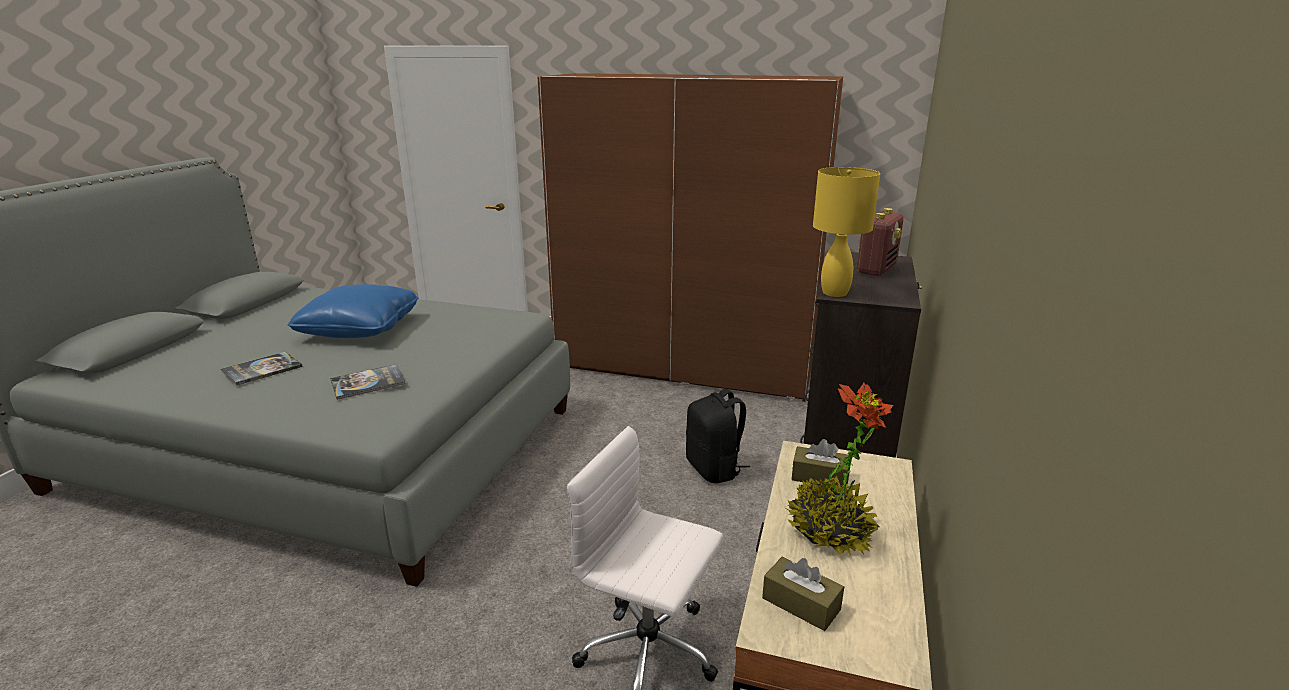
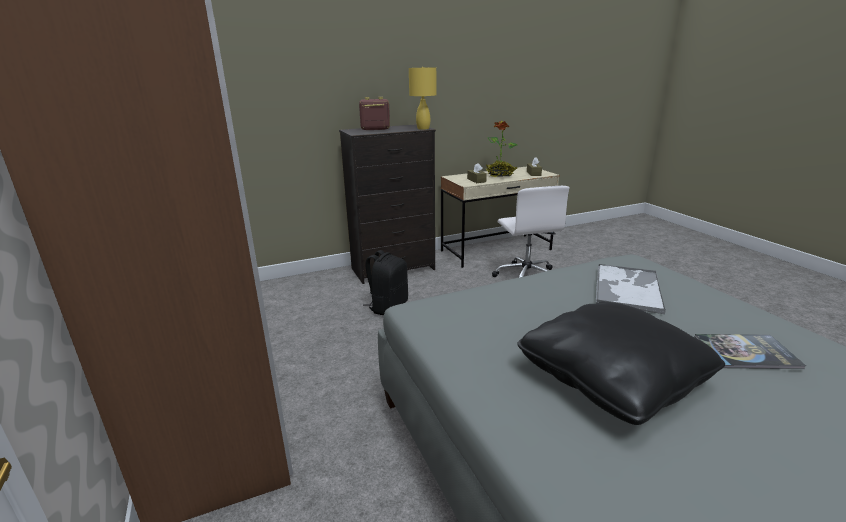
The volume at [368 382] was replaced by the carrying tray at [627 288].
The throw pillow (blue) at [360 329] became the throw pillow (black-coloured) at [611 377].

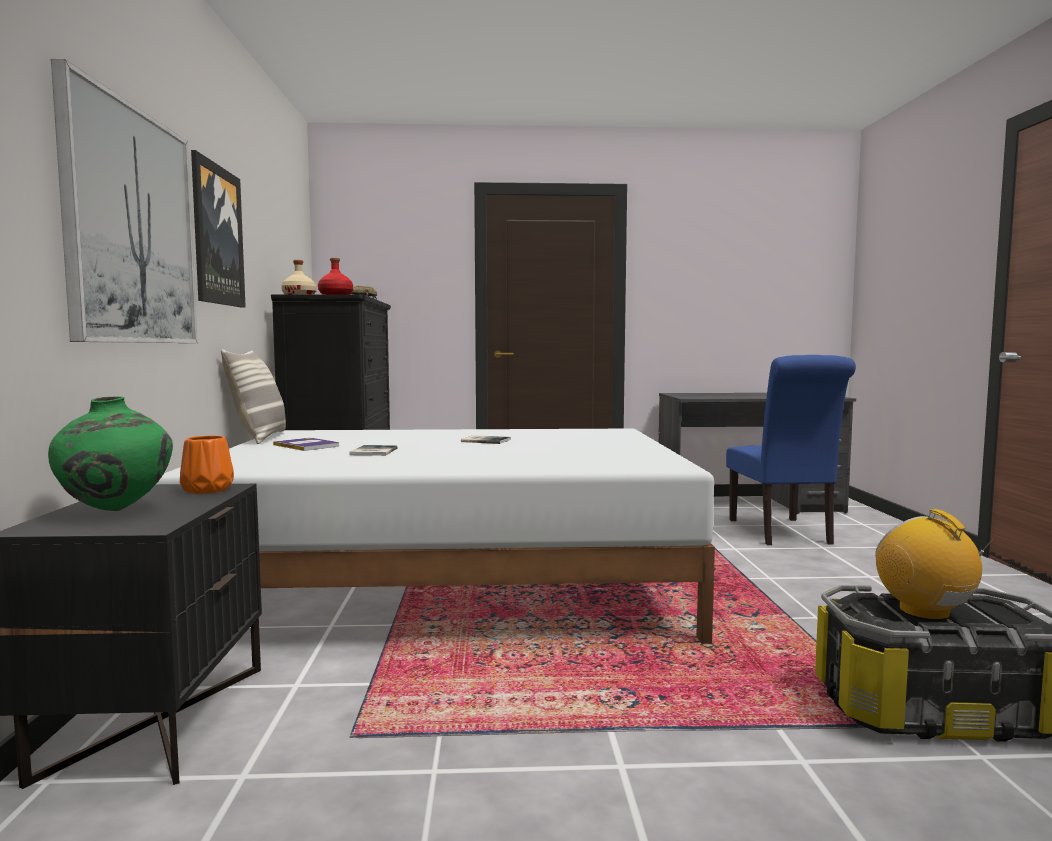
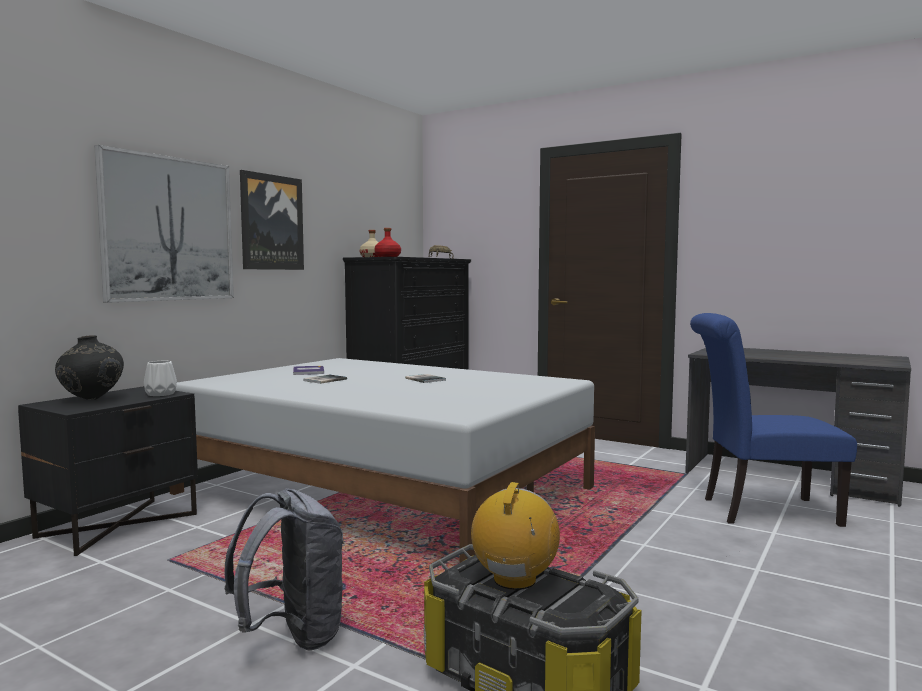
The throw pillow at [260 438] disappeared.
The rucksack (grey) at [292 636] appeared.
The vase (green) at [117 511] became the vase (black-coloured) at [92 400].
The vase (orange-coloured) at [206 490] became the vase (whitish) at [160 394].
The chair (blue) at [782 533] turned 60 degrees clockwise.

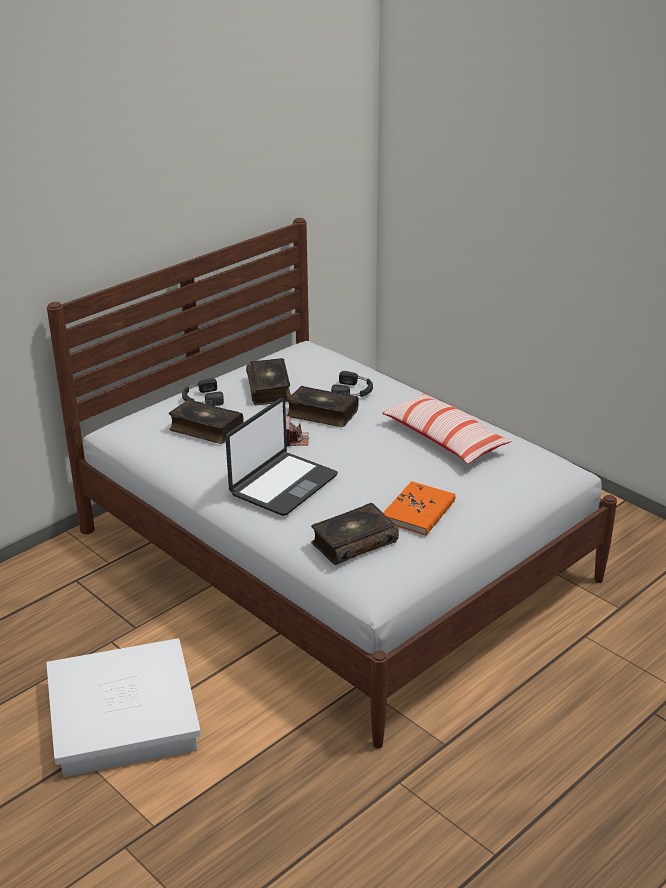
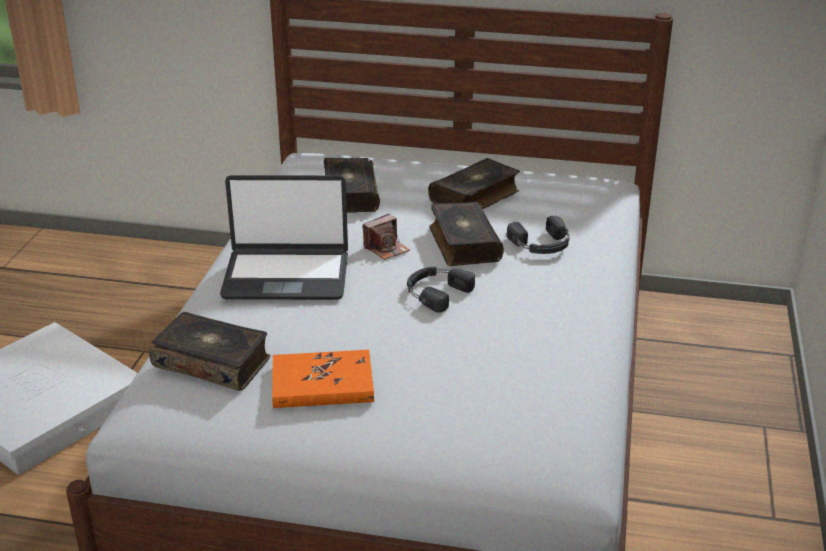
The throw pillow at [444 439] disappeared.
The pair of headphones (black-coloured) moved from [201 399] to [435 292].

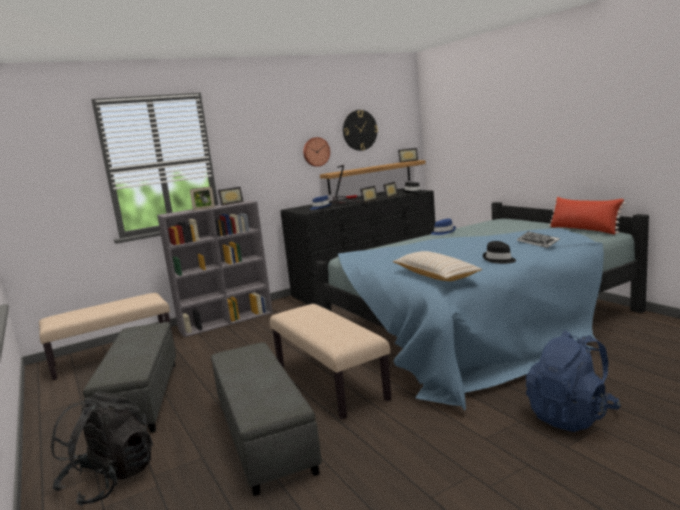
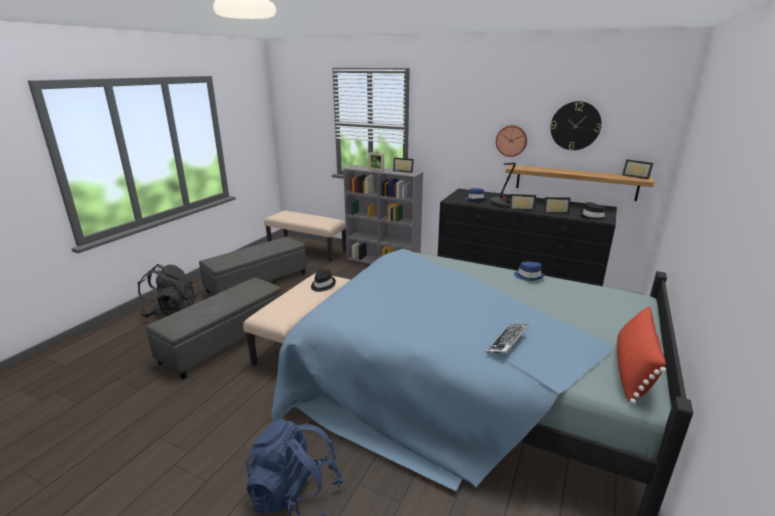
The throw pillow (sand-coloured) at [435 275] disappeared.
The clothing hat (black-coloured) moved from [499 259] to [322 285].

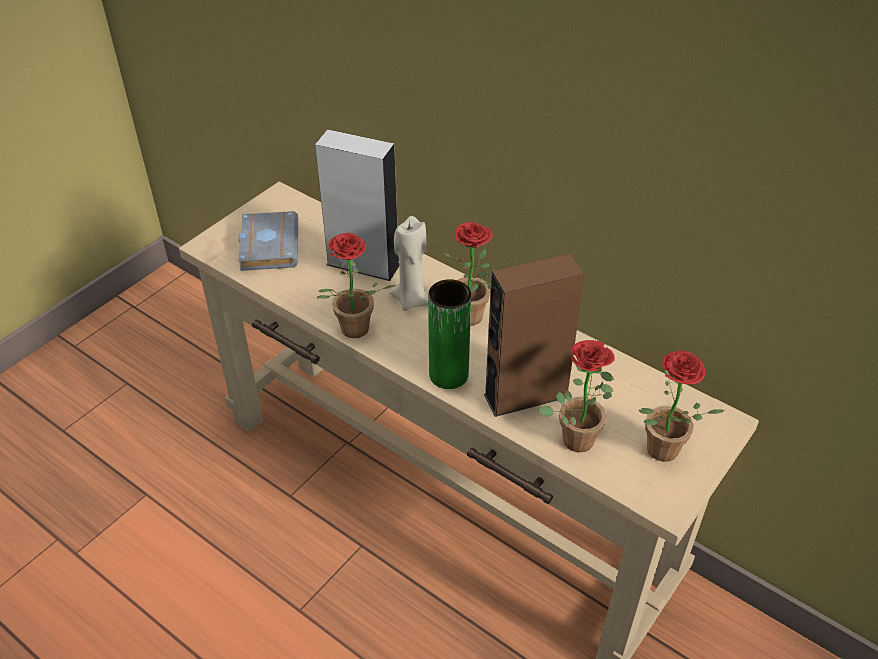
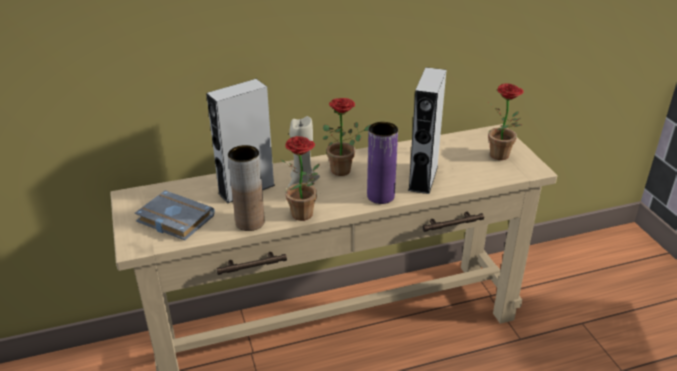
The plant in a pot at [577 434] disappeared.
The vase (brown) at [250 222] appeared.
The vase (green) at [448 375] became the vase (purplish) at [380 196].
The audio speaker (brown) at [526 395] became the audio speaker (grey) at [423 178].

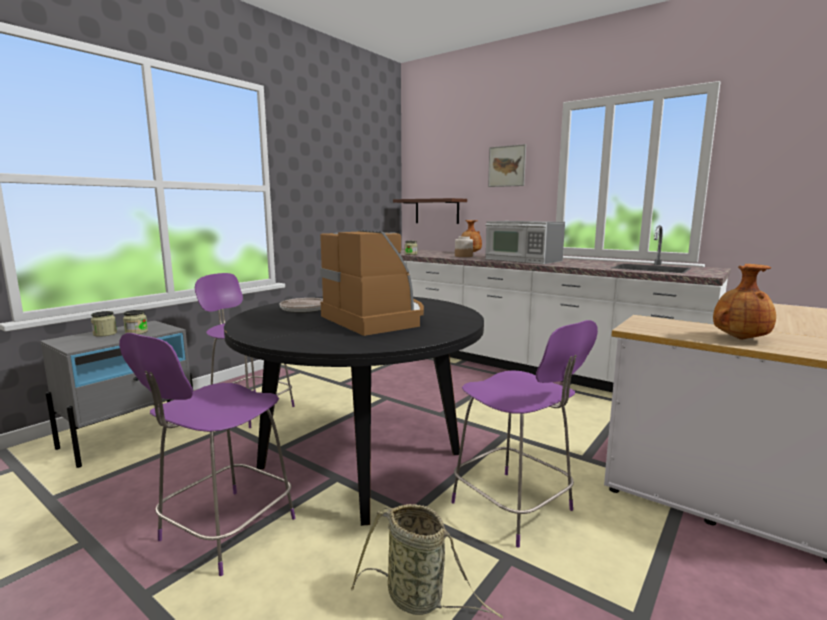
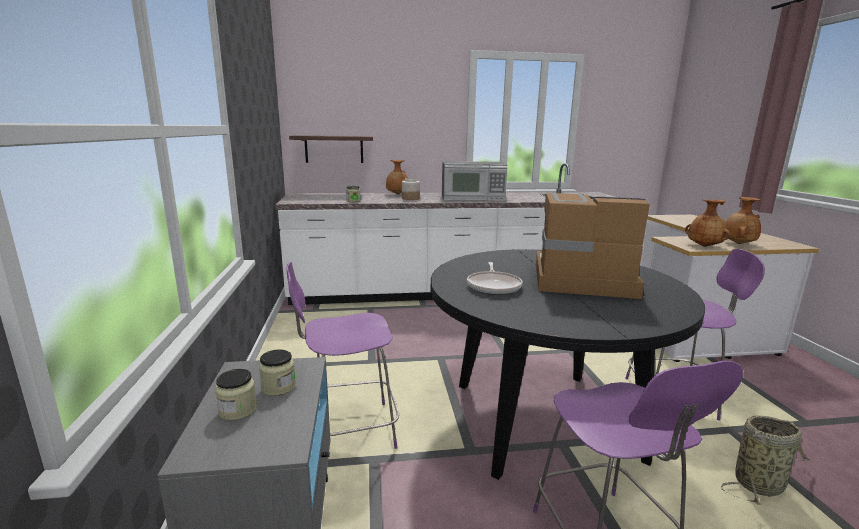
The picture at [507 166] disappeared.
The vase (brown) at [704 246] appeared.

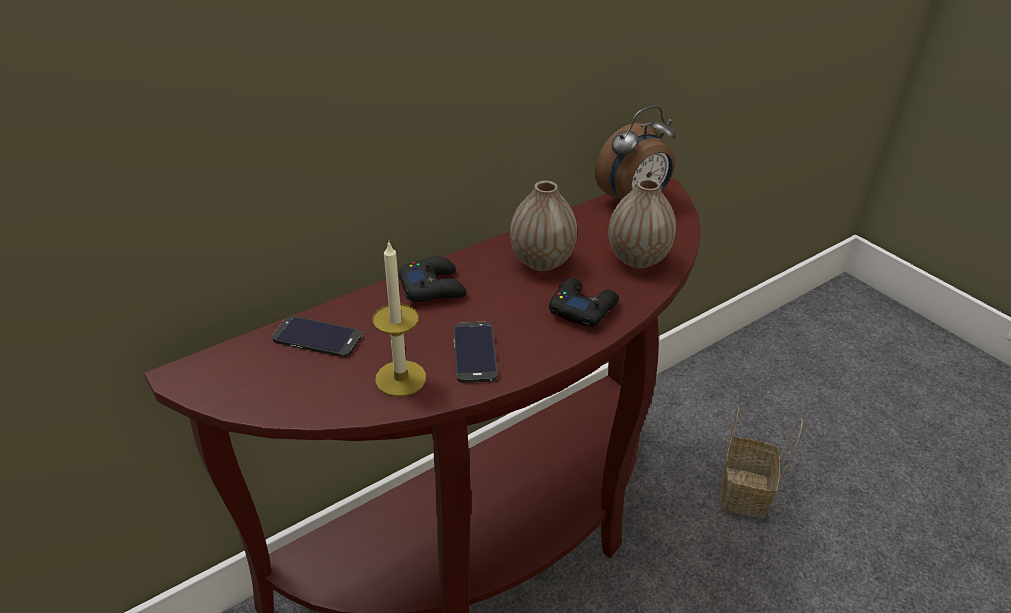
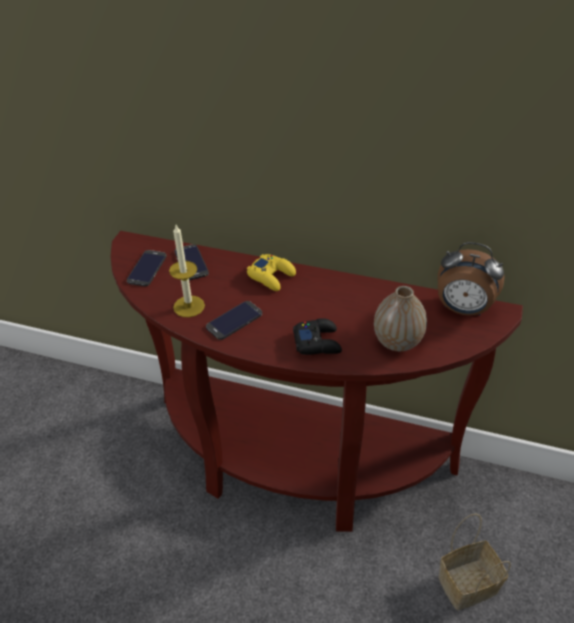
The vase at [541 261] disappeared.
The telephone at [147 268] appeared.
The game controller (black-coloured) at [433 287] became the game controller (yellow) at [271 276].

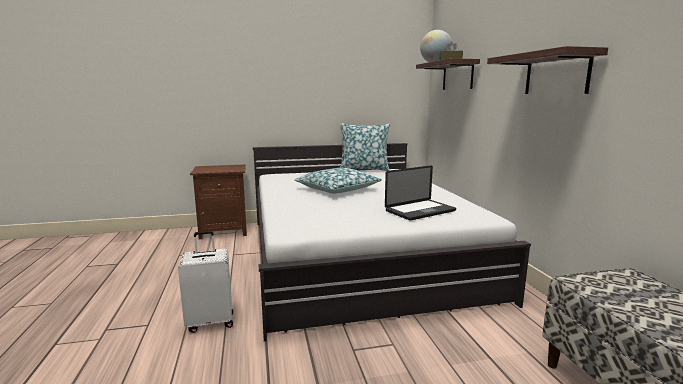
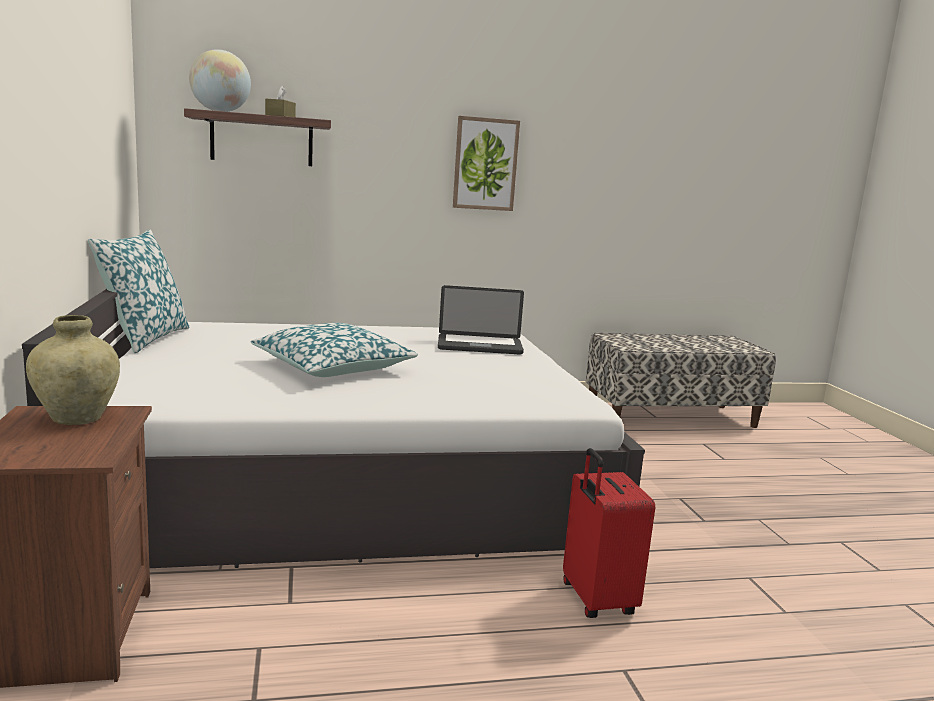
The vase (sand-coloured) at [77 418] appeared.
The wall shelf at [556 74] was replaced by the picture at [485 164].
The piece of luggage (whitish) at [210 322] became the piece of luggage (reddish) at [595 600].
The portable computer at [420 211] turned 120 degrees clockwise.

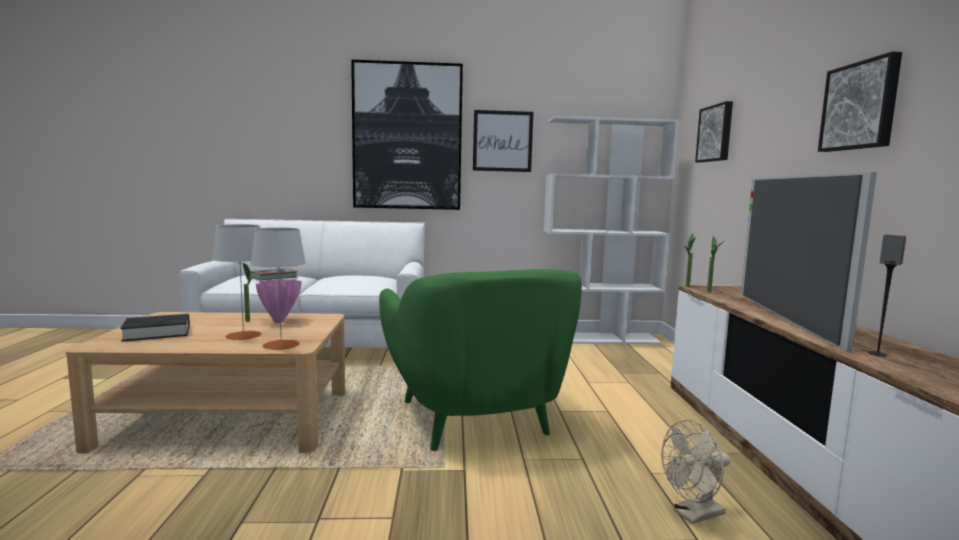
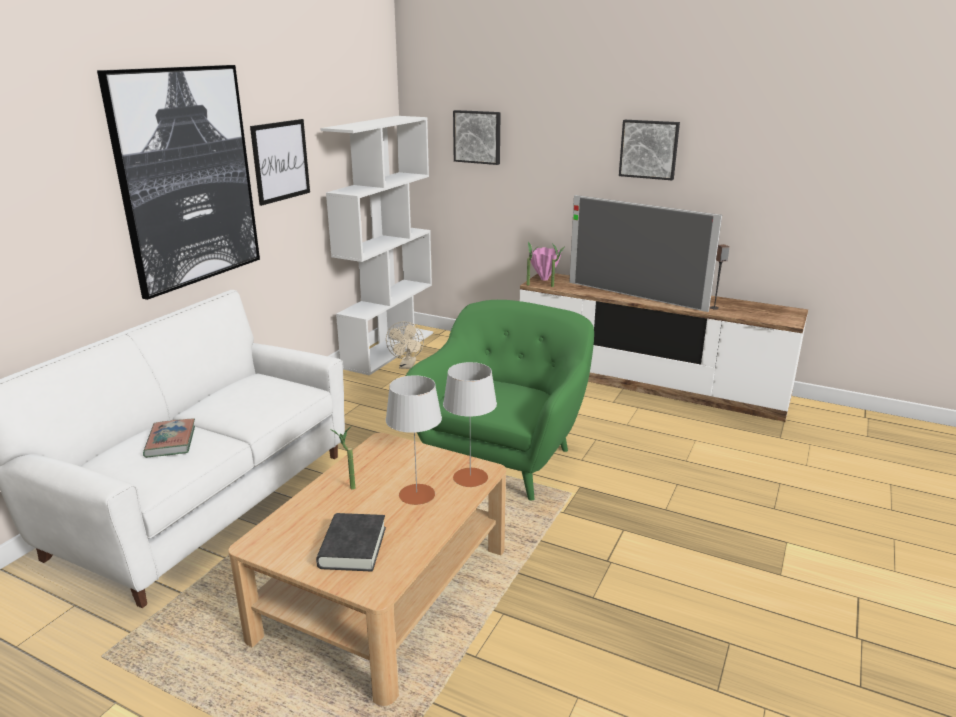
The vase (pinkish) moved from [279 322] to [545 279].
The fan (sand-coloured) moved from [693 515] to [407 366].
The easy chair (green) at [474 420] turned 75 degrees counterclockwise.

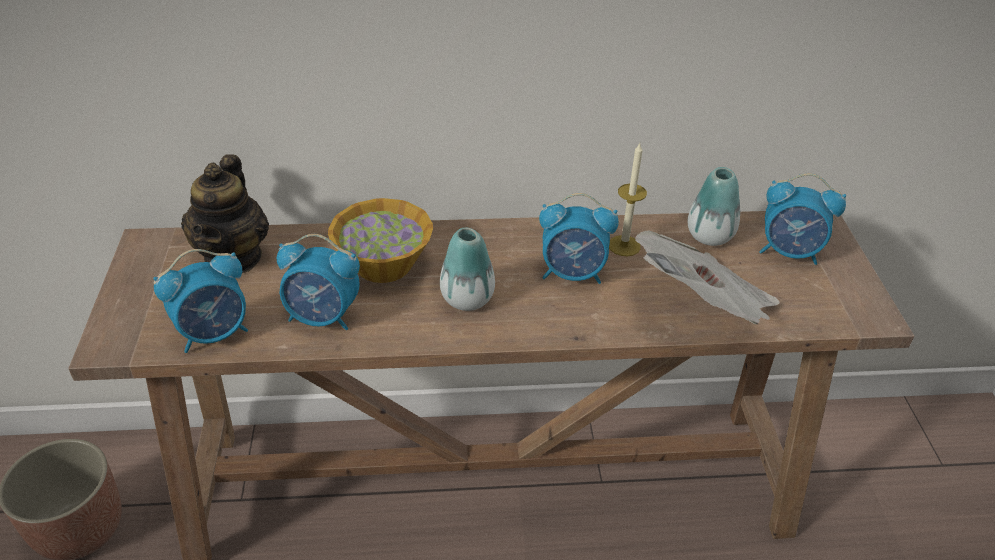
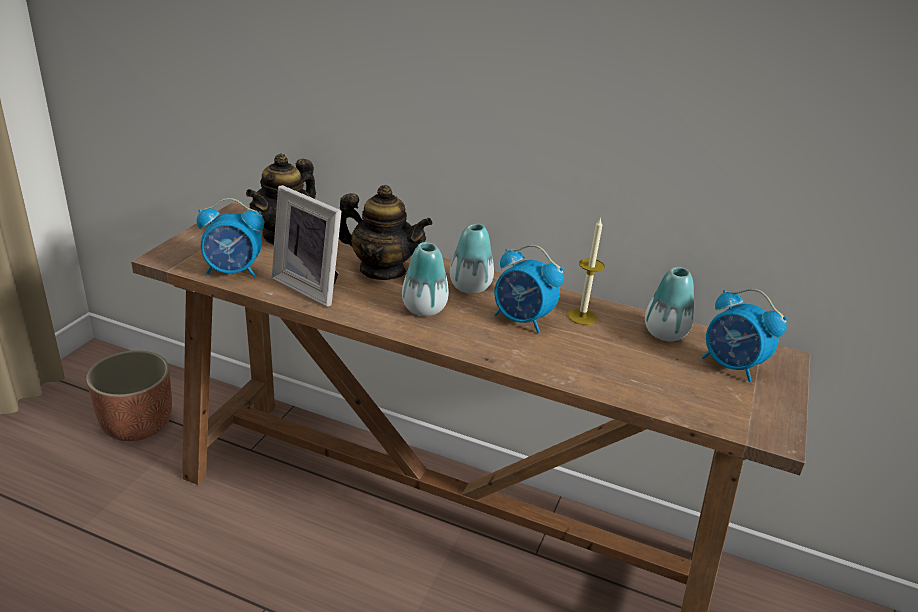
The daily paper at [703 307] disappeared.
The vase at [470 287] appeared.
The bedside clock at [323 317] was replaced by the standing frame at [312 286].
The deep dish at [383 264] was replaced by the pot for tea at [382 270].

